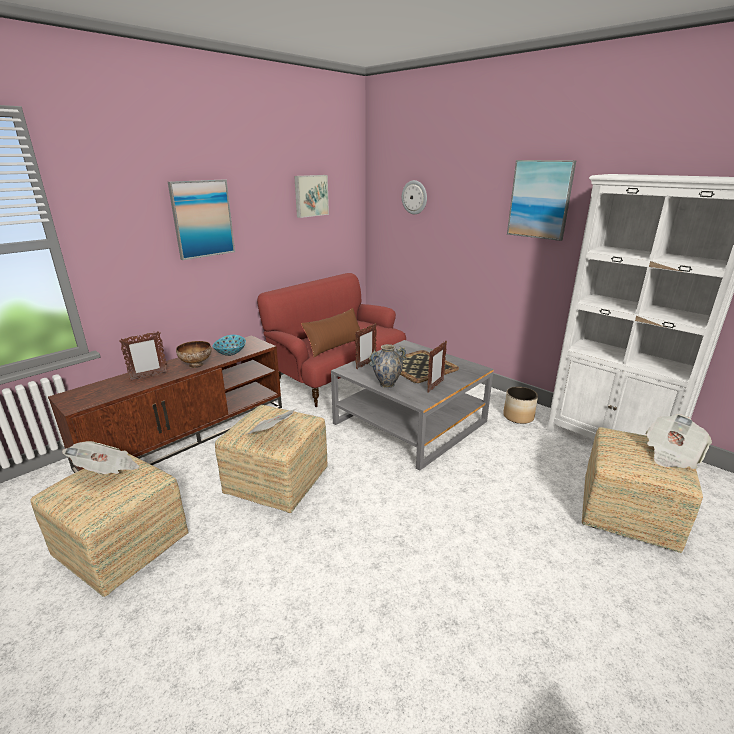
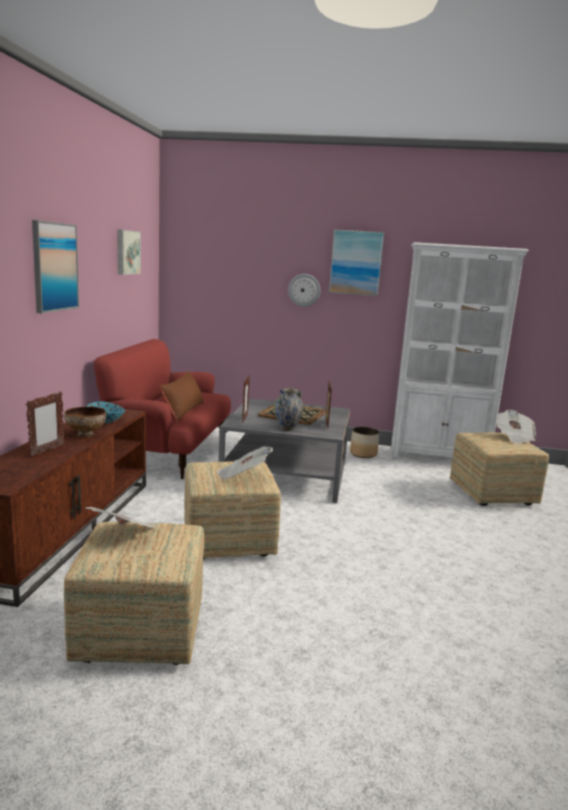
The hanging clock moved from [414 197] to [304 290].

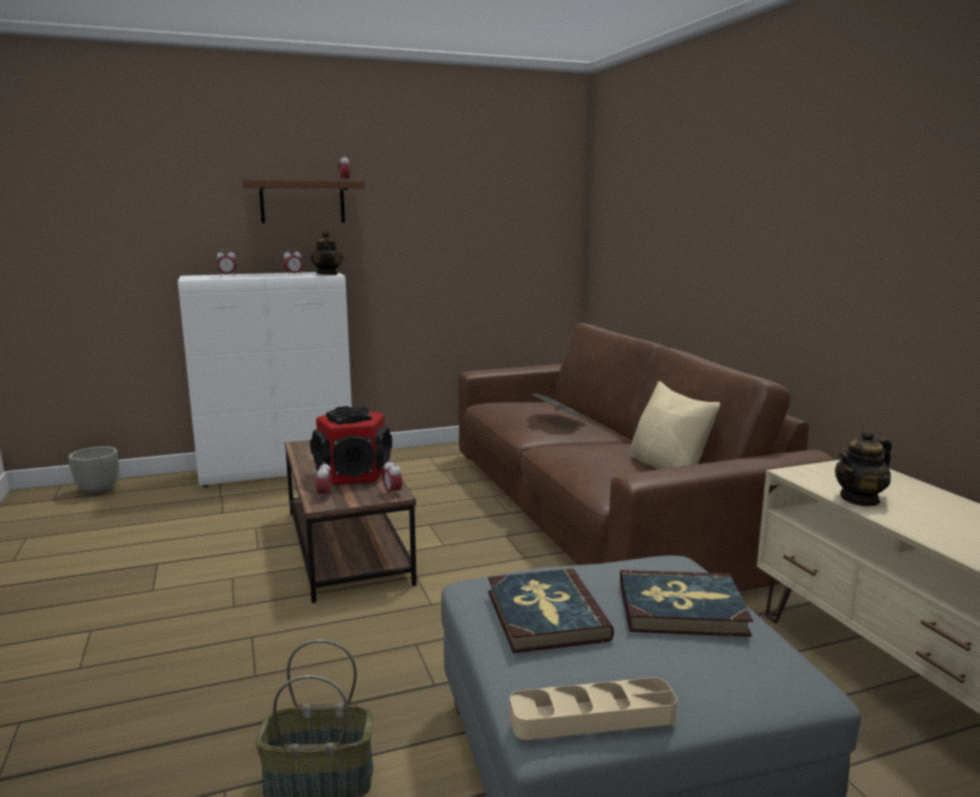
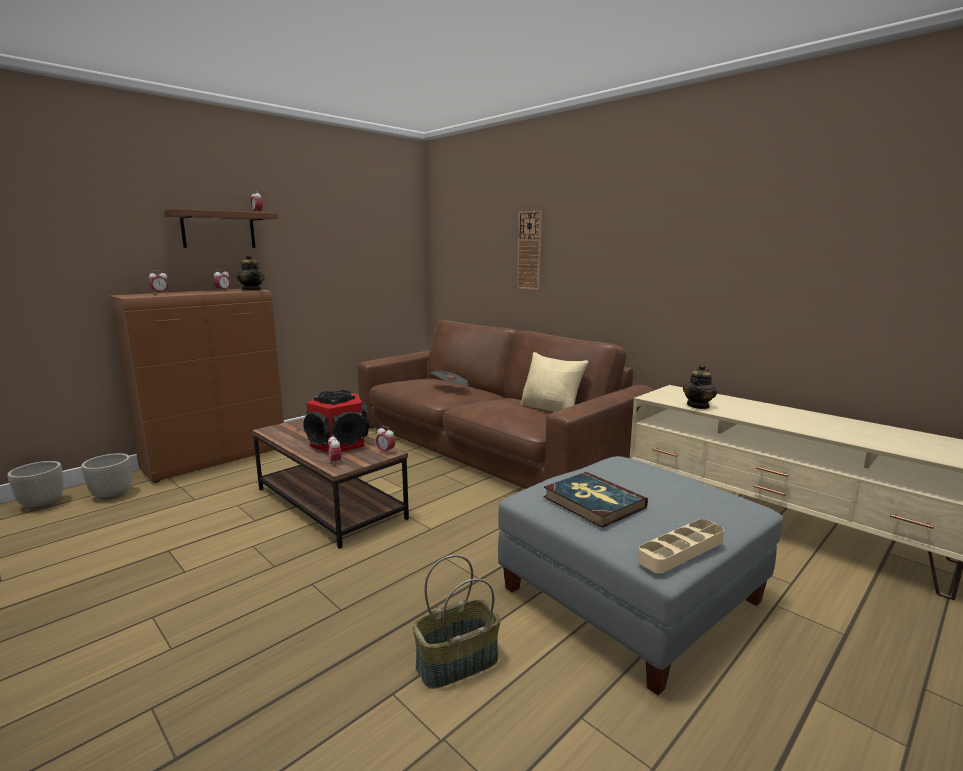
The volume at [681 608] disappeared.
The plant pot (grey) at [112 495] appeared.
The hanging clock at [529 250] appeared.
The cupboard (whitish) at [279 471] became the cupboard (brown) at [217 459].

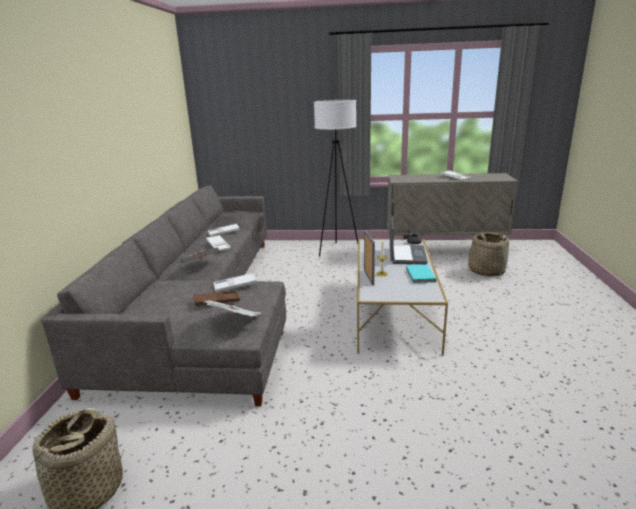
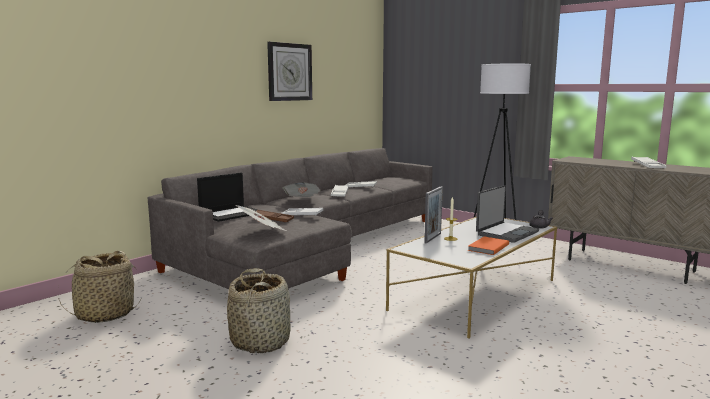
The portable computer at [231 214] appeared.
The hanging clock at [289 72] appeared.
The storage basket moved from [486 271] to [261 341].
The volume (turquoise) at [419 275] became the volume (orange-coloured) at [487 247].

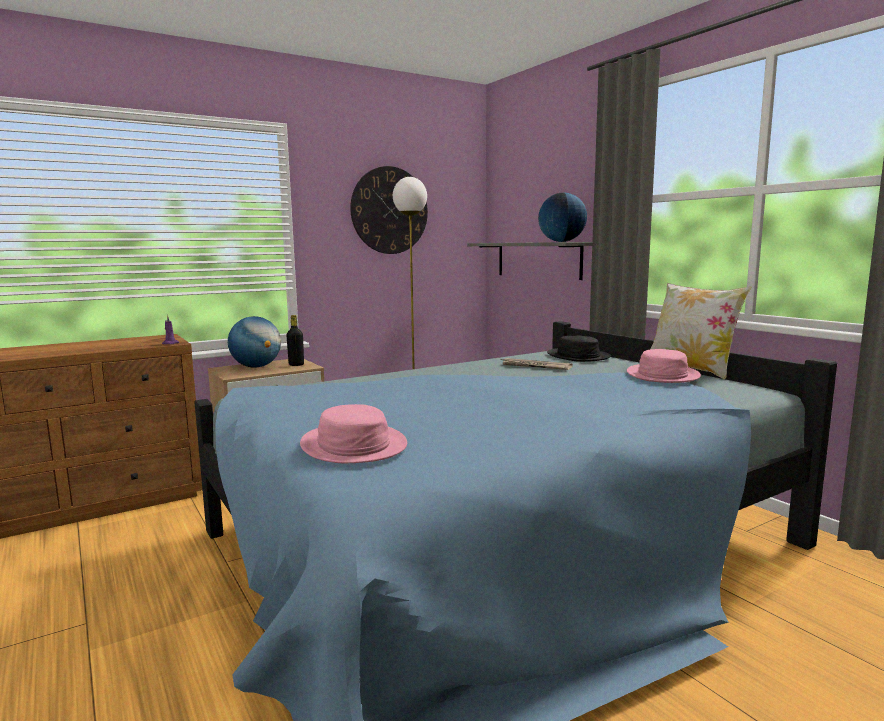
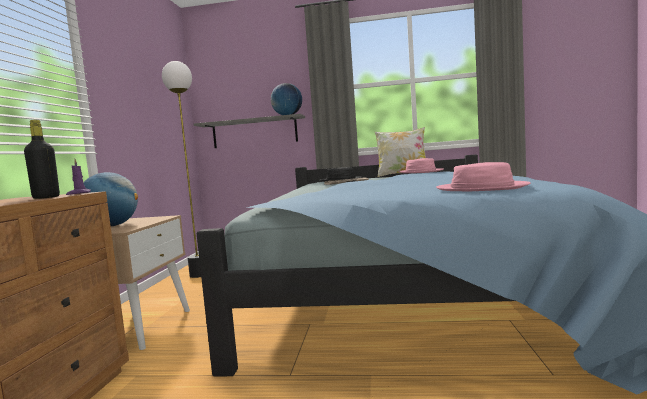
The hanging clock at [389 210] disappeared.
The beverage bottle (black-coloured) moved from [296 365] to [46 197].

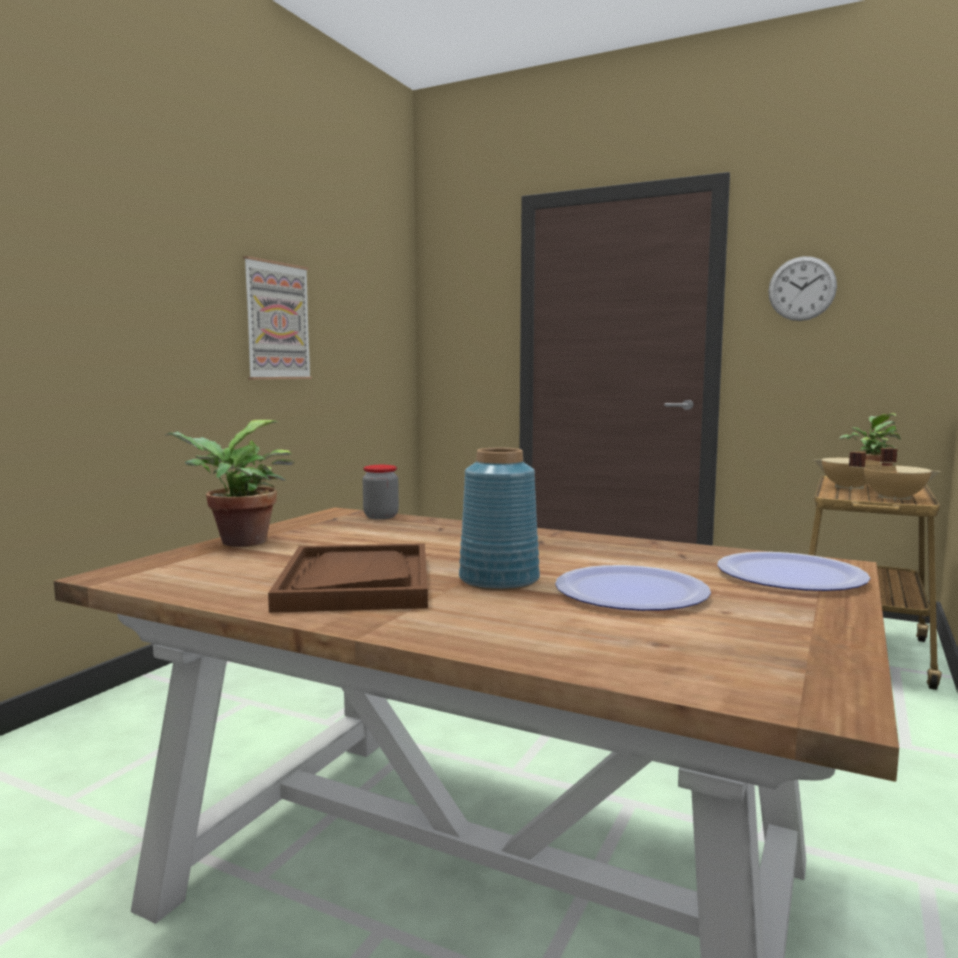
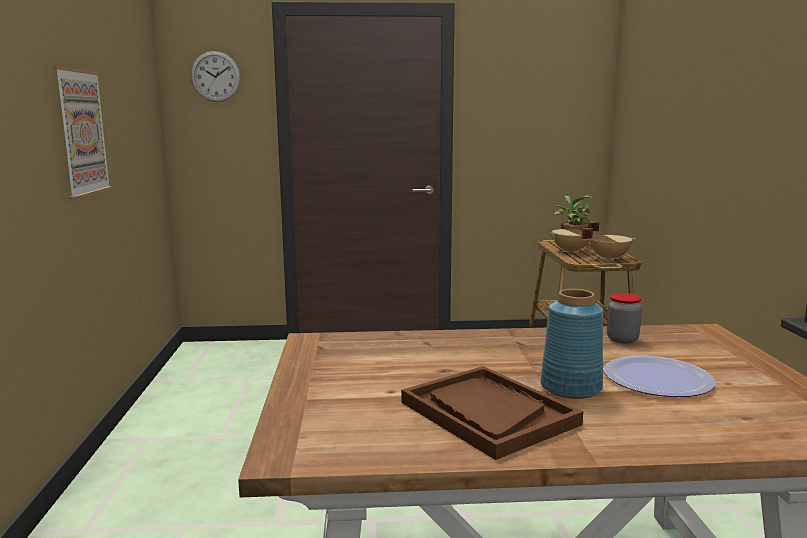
The plant in a pot at [238 543] disappeared.
The plate at [790 575] disappeared.
The jar moved from [381 516] to [622 339].
The hanging clock moved from [802 288] to [215 76].

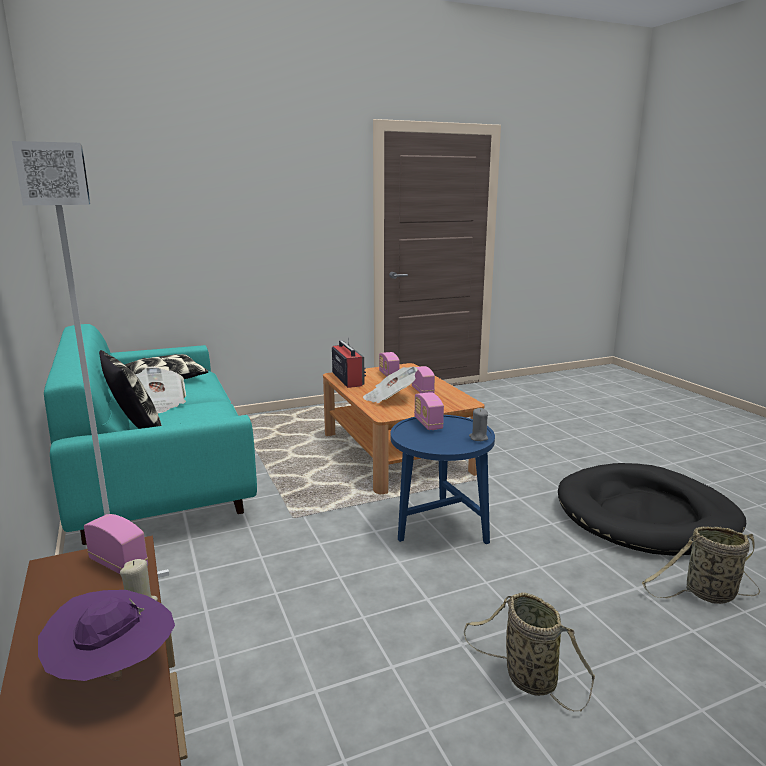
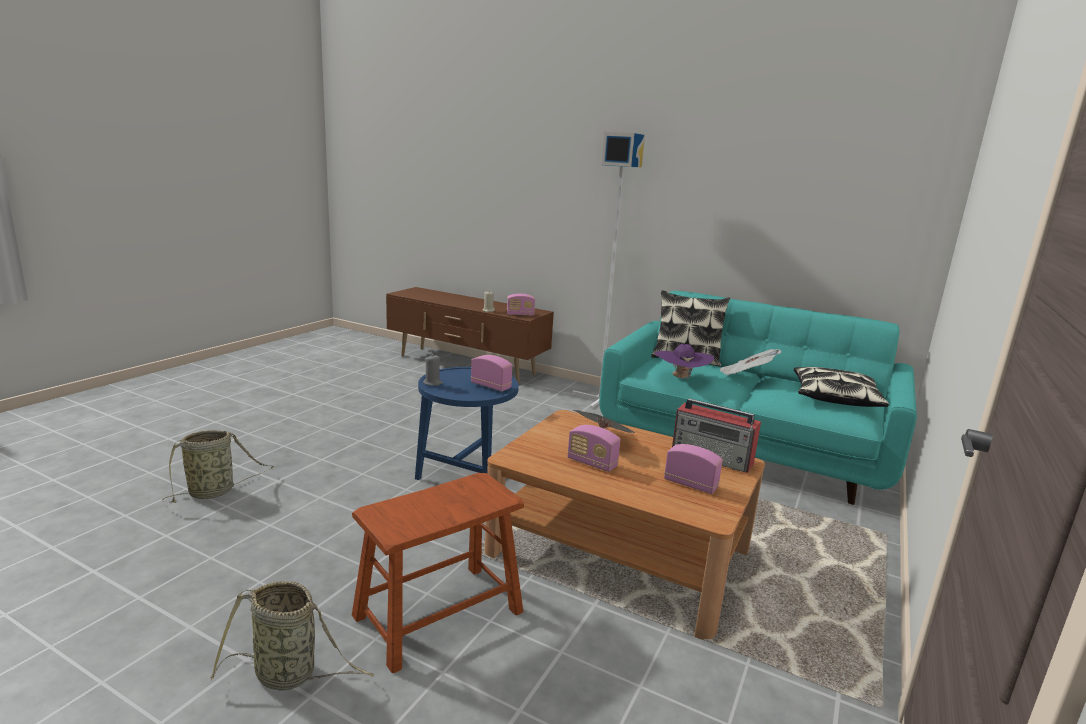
The dog cushion (black-coloured) at [646 515] disappeared.
The sitting stool (brown) at [439 613] appeared.
The clothing hat (purplish) moved from [114 673] to [681 378].
The storage basket moved from [526 677] to [290 675].

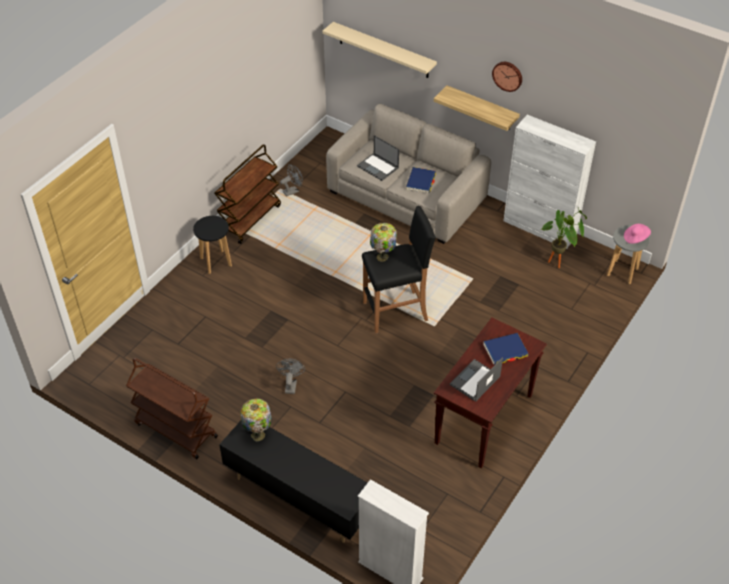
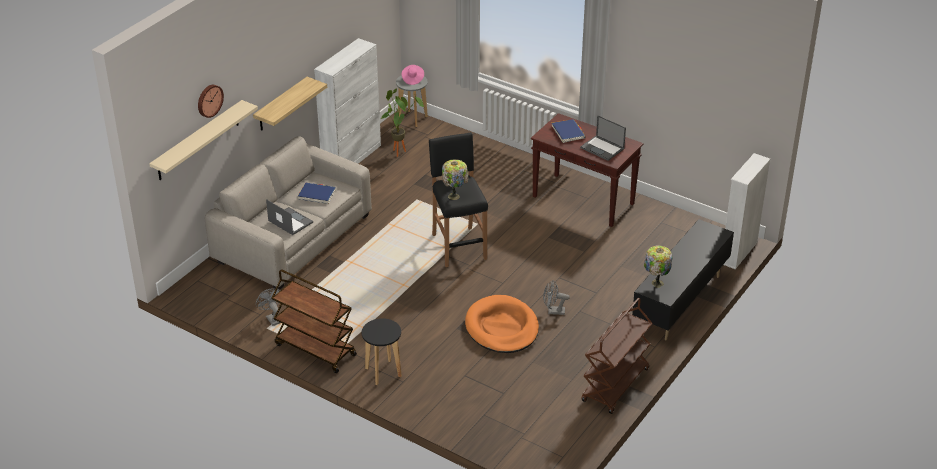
The dog cushion (orange-coloured) at [502 328] appeared.
The hanging clock moved from [508 75] to [209 100].
The portable computer at [378 167] turned 90 degrees counterclockwise.

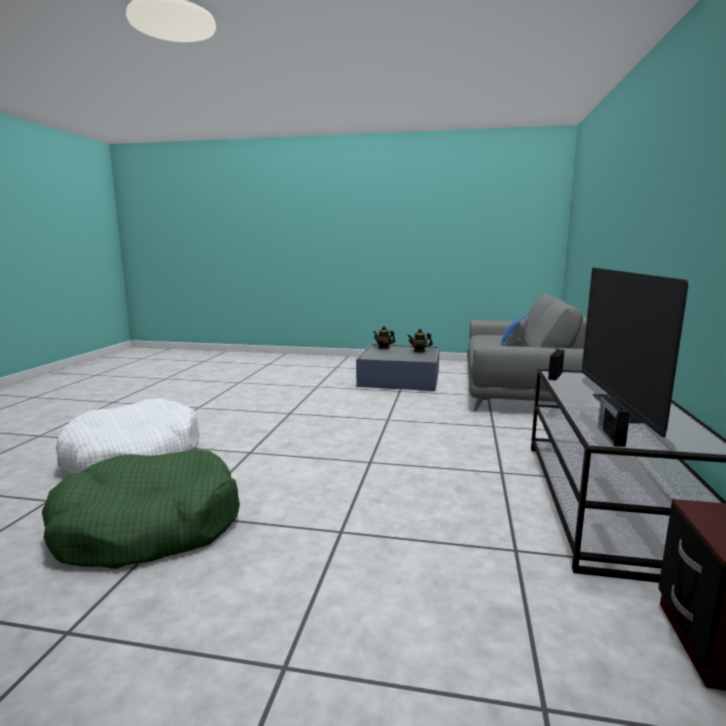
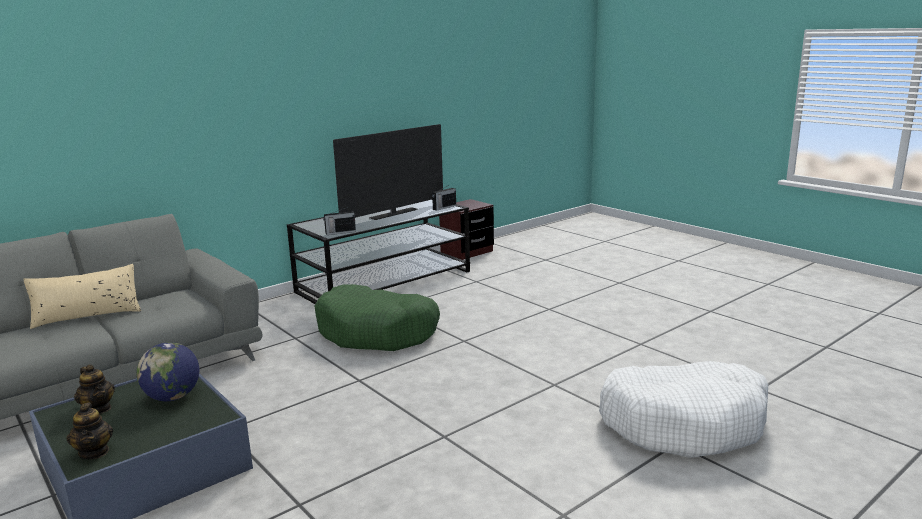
The world globe at [173 397] appeared.
The dog cushion (green) moved from [148 527] to [378 332].
The throw pillow (blue) at [514 344] became the throw pillow (sand-coloured) at [87 315].

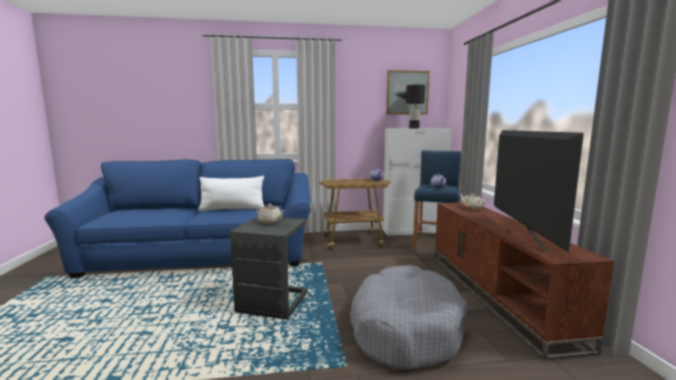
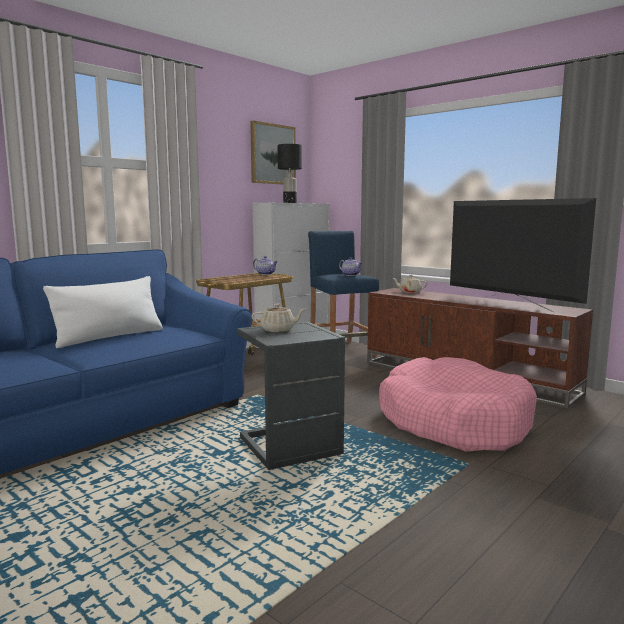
The dog cushion (grey) at [405 328] became the dog cushion (pinkish) at [453 422].

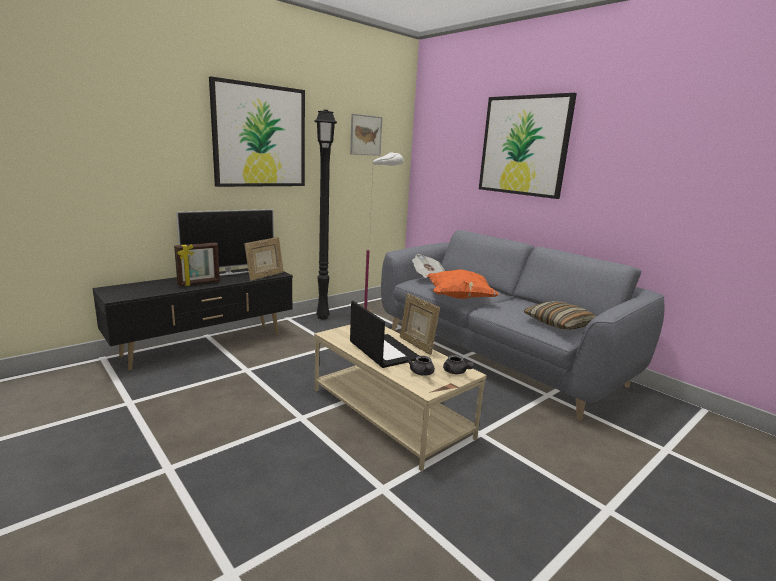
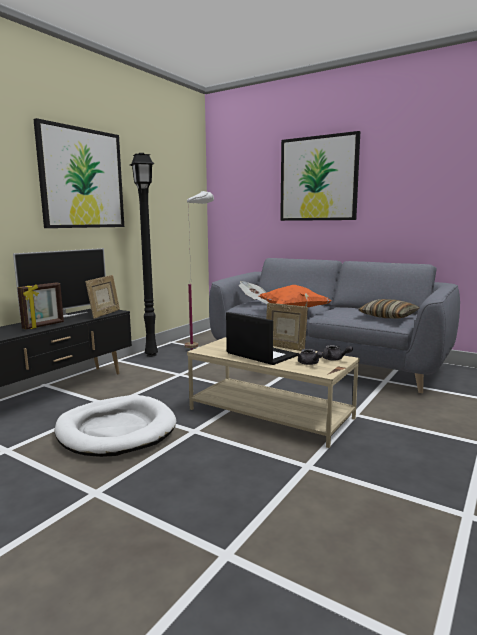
The picture at [365 135] disappeared.
The dog cushion (whitish) at [116 430] appeared.

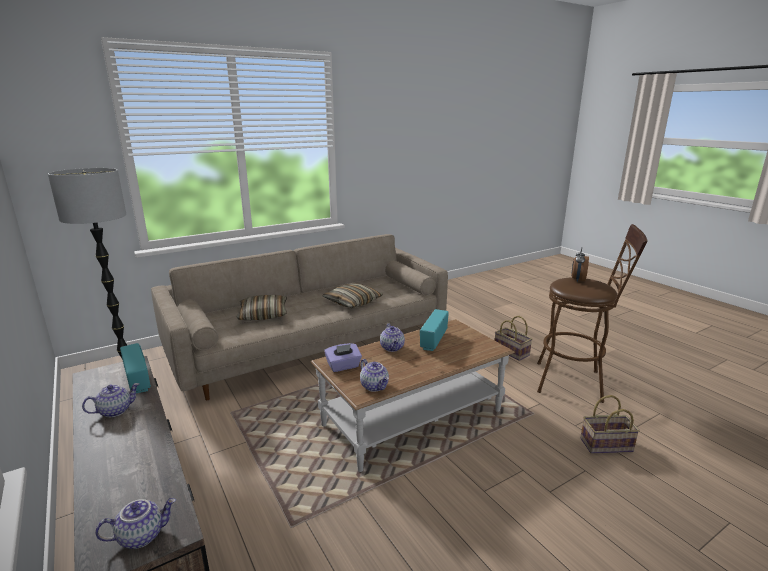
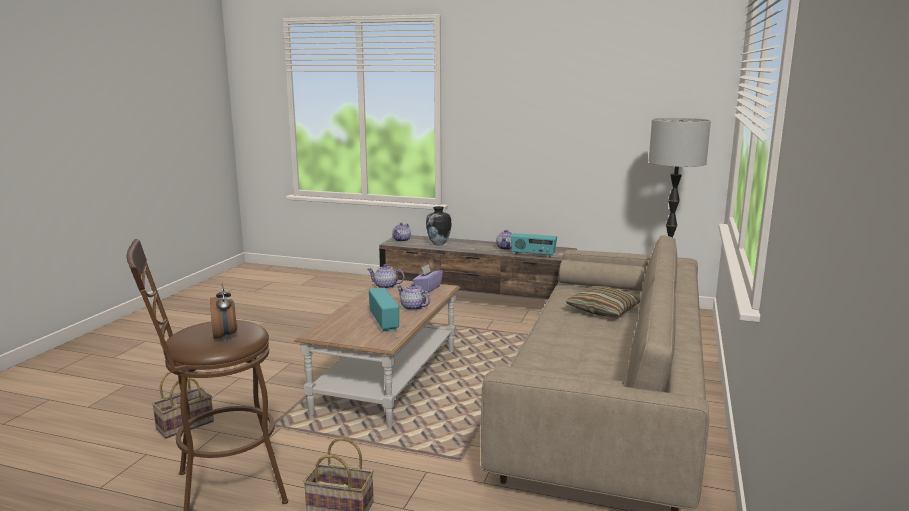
The throw pillow at [353 302] disappeared.
The vase at [438 244] appeared.

